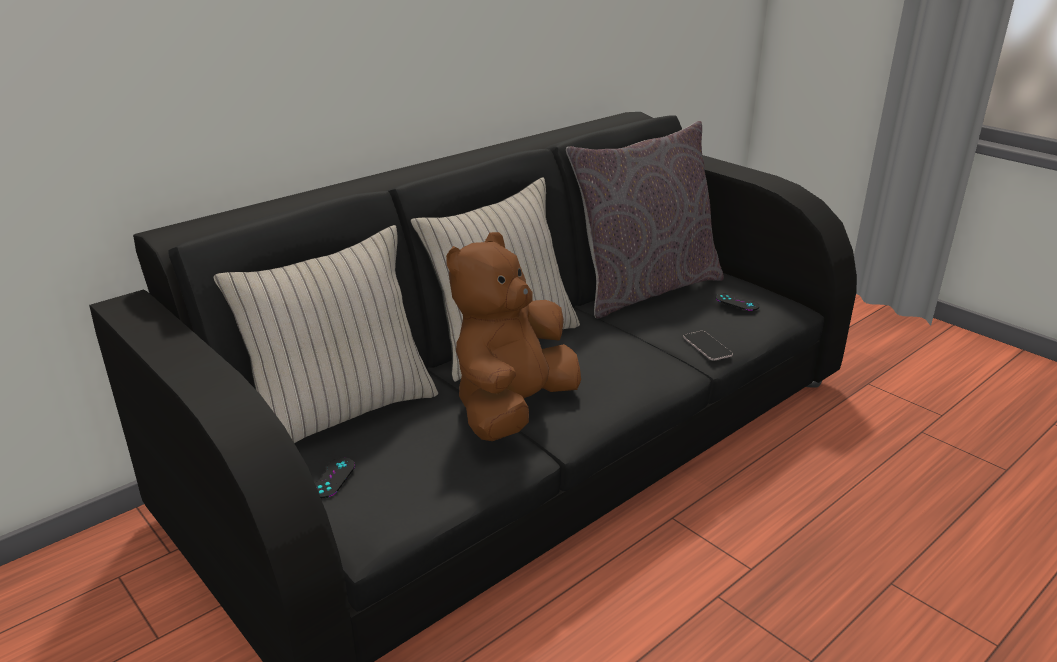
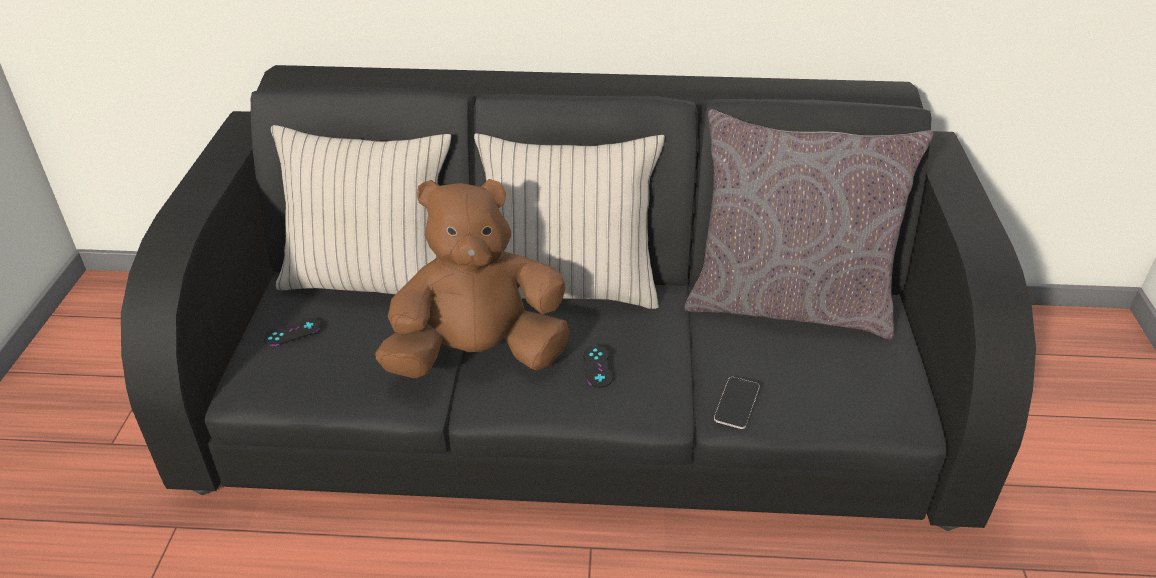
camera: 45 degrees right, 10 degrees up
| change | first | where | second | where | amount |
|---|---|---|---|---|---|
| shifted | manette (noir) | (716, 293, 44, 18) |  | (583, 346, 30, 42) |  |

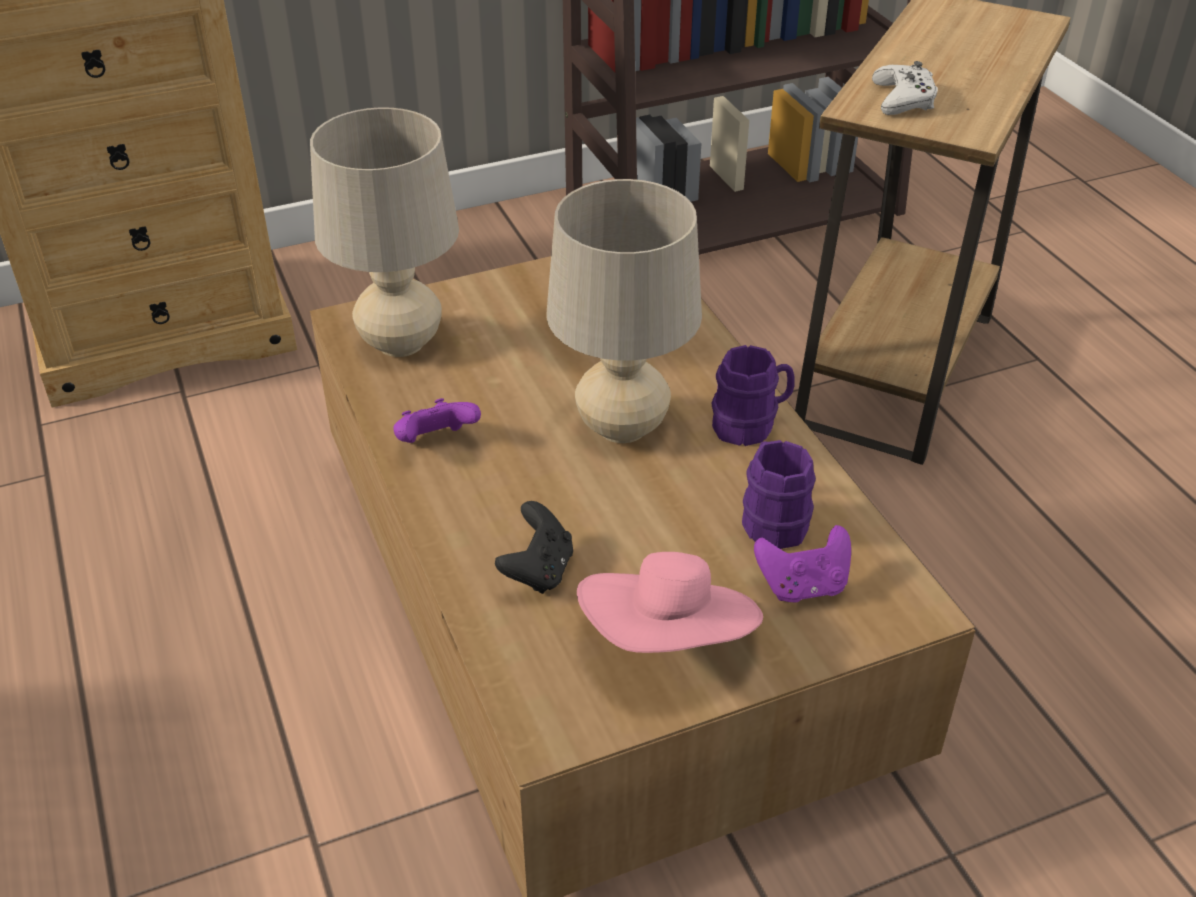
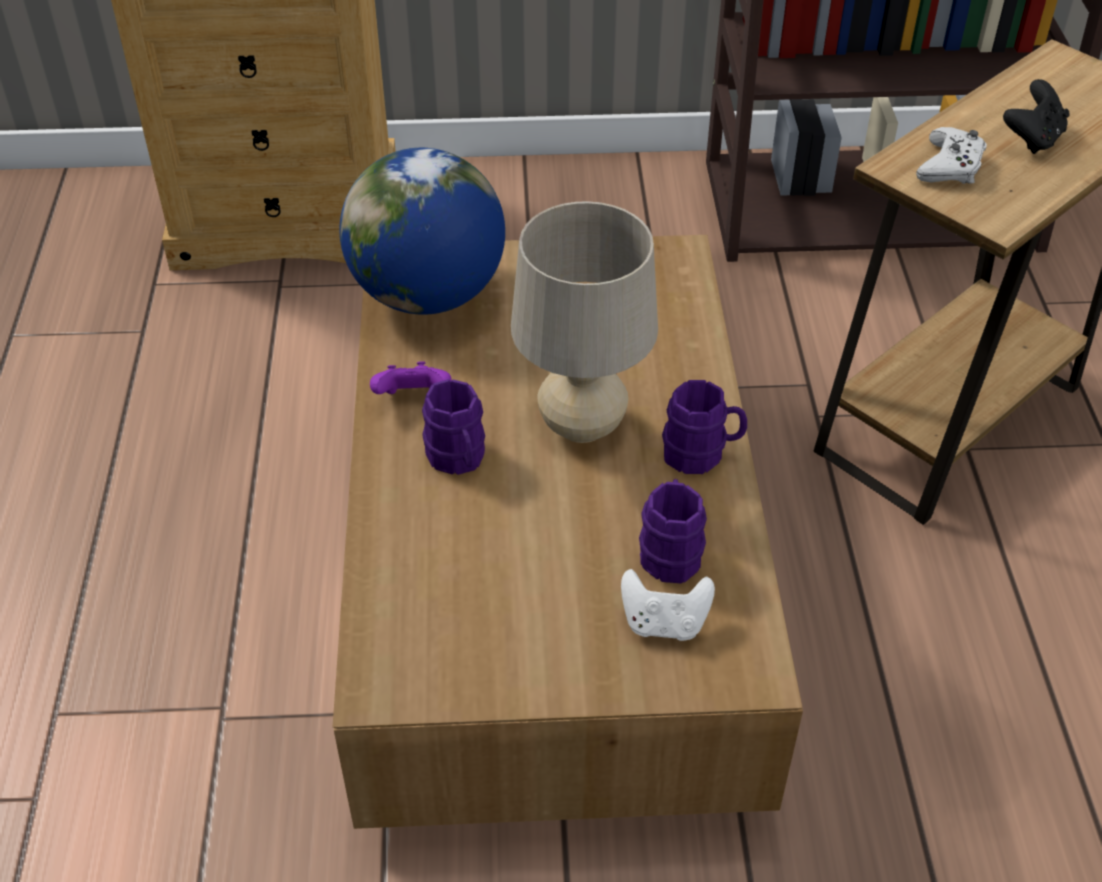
camera: 20 degrees right, 5 degrees up
| change | first | where | second | where | amount |
|---|---|---|---|---|---|
| swapped | lampe de table (beige) | (310, 107, 149, 250) | globe | (339, 148, 166, 167) |  |
| new |  |  | mug (violet) | (422, 379, 63, 96) |  |
| repainted | manette (violet) | (754, 525, 97, 77) | manette (blanc) | (621, 569, 94, 72) |  |
| shifted | manette (noir) | (495, 501, 78, 93) |  | (1003, 79, 67, 75) |  |
| gone | chapeau (rose) | (577, 552, 186, 101) |  |  |  |

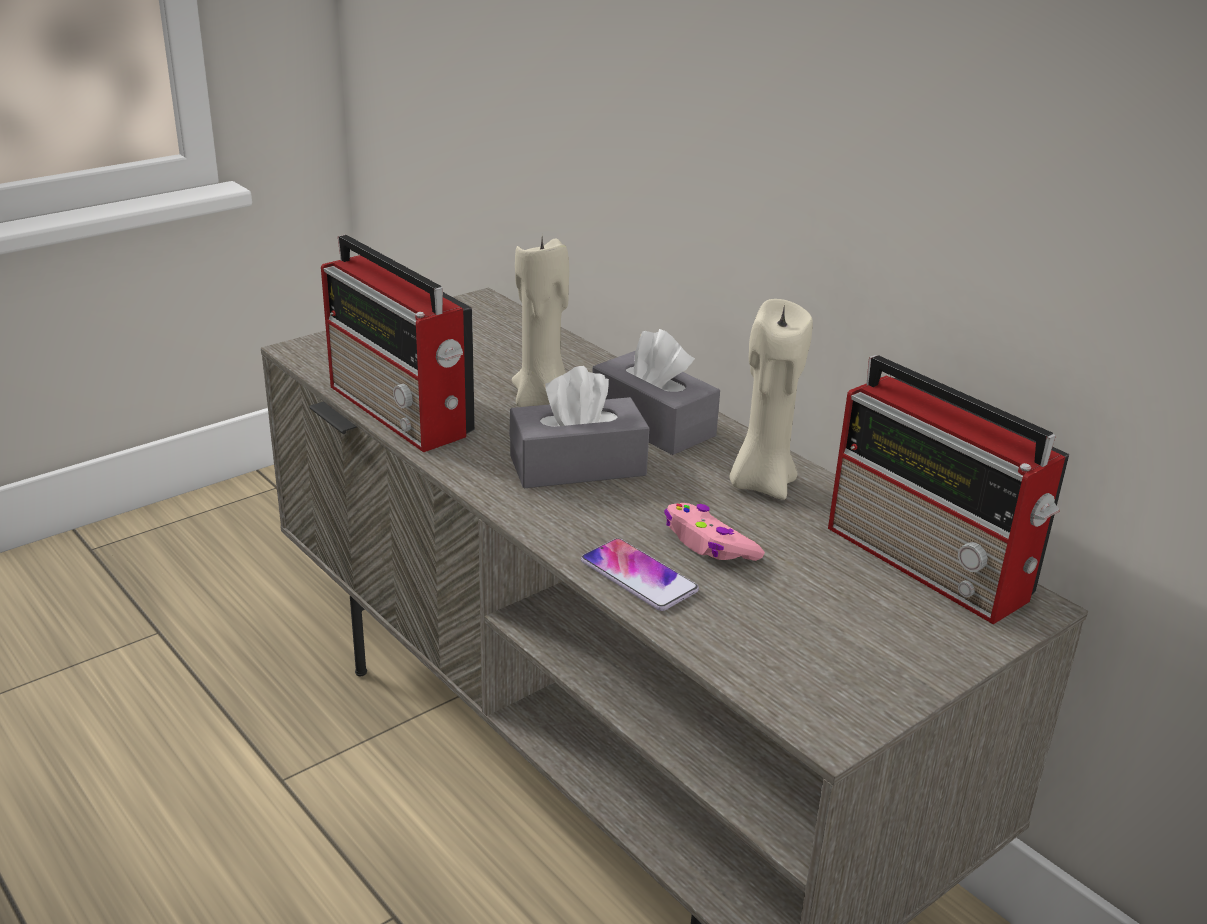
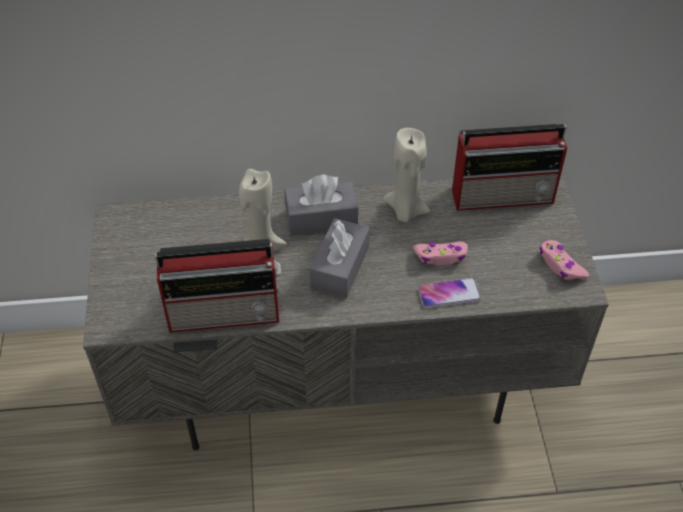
camera: 55 degrees left, 20 degrees up
| change | first | where | second | where | amount |
|---|---|---|---|---|---|
| new |  |  | manette (rose) | (540, 240, 49, 40) |  |

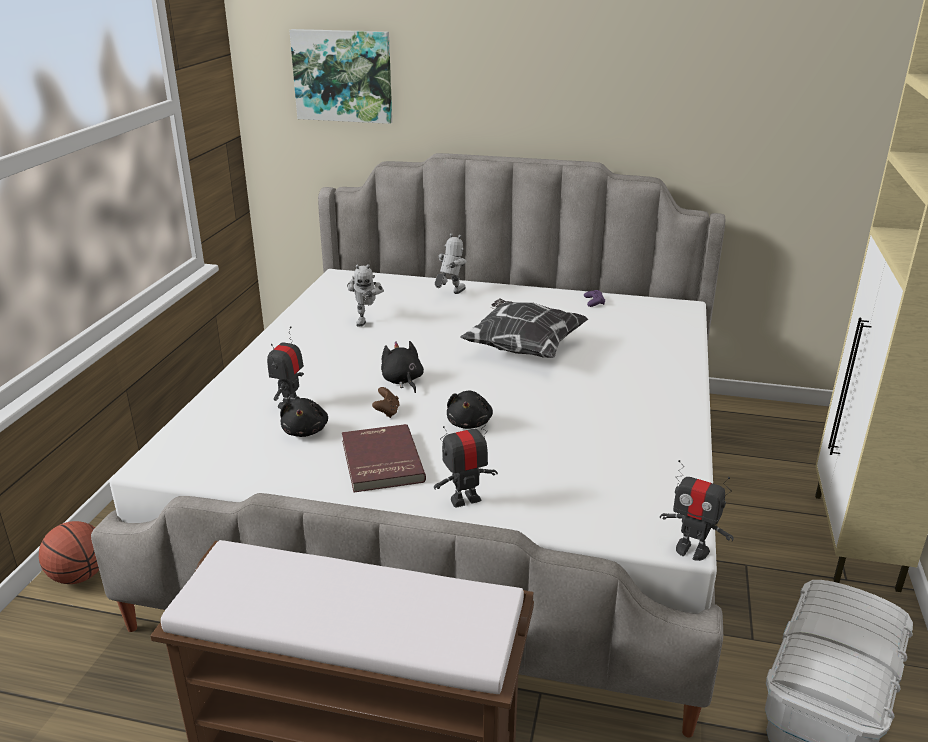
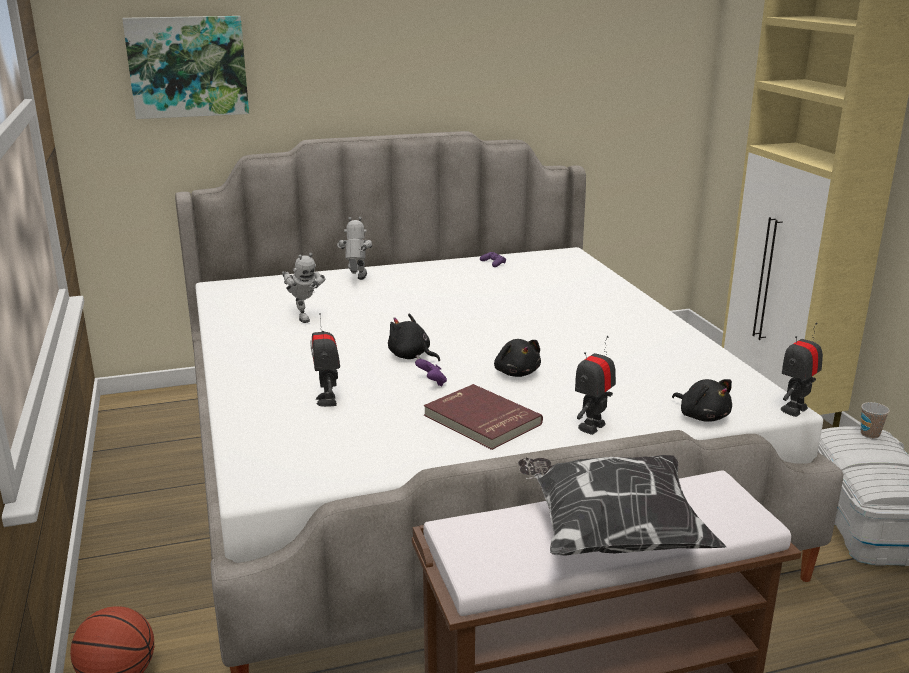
camera: 30 degrees left, 5 degrees down
| change | first | where | second | where | amount |
|---|---|---|---|---|---|
| repainted | manette (marron) | (372, 387, 28, 31) | manette (violet) | (415, 359, 32, 28) |  |
| shifted | coussin | (460, 298, 128, 60) |  | (518, 455, 208, 101) |  |
| shifted | peluche (noir) | (280, 398, 48, 39) |  | (672, 379, 60, 43) |  |
| rotated | robot jouet | (660, 460, 74, 101) |  | (781, 323, 42, 94) | 135 degrees clockwise |
| new |  |  | tasse | (861, 402, 29, 37) |  |

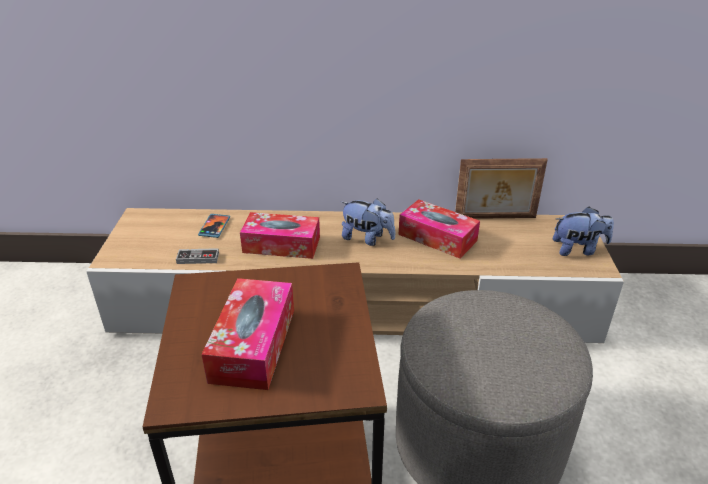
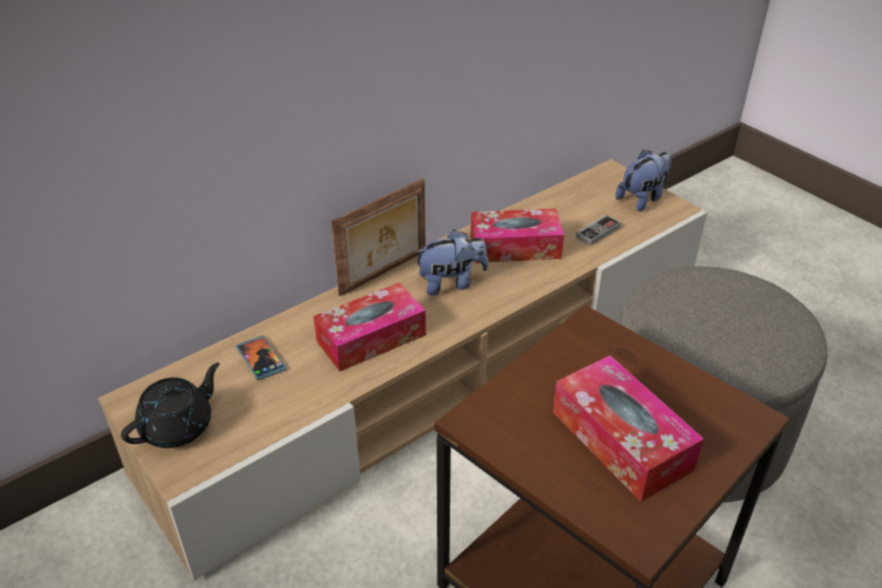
camera: 40 degrees left, 5 degrees up
| change | first | where | second | where | amount |
|---|---|---|---|---|---|
| new |  |  | théière (noir) | (121, 363, 99, 85) |  |
| shifted | cadre photo | (455, 158, 93, 61) |  | (331, 178, 94, 118) |  |
| shifted | manette | (176, 248, 43, 16) |  | (576, 214, 45, 32) |  |

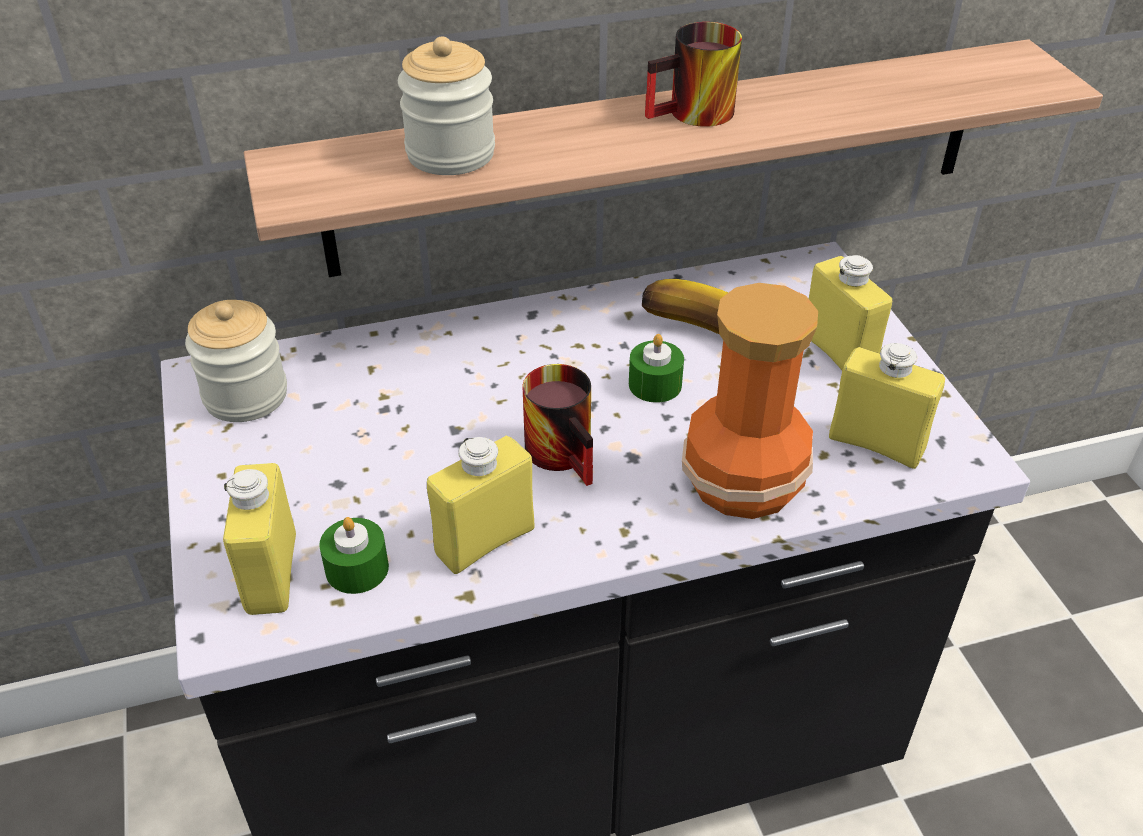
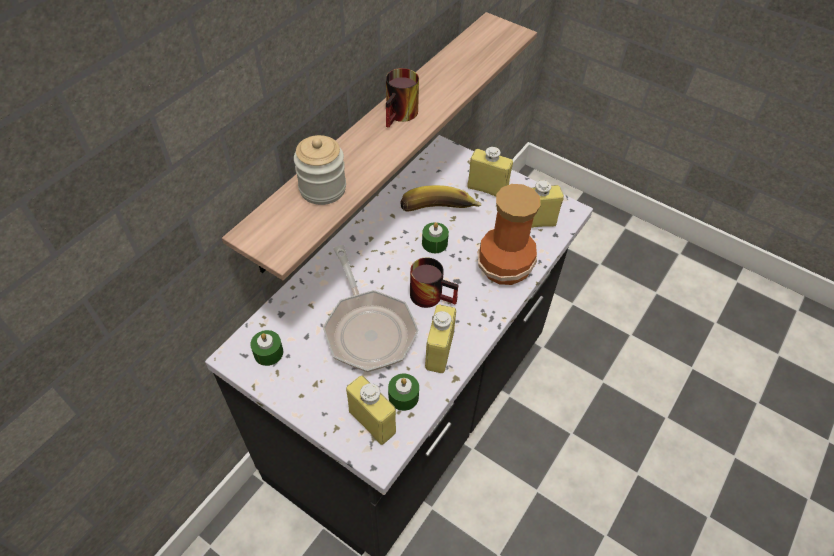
camera: 40 degrees left, 10 degrees up
| change | first | where | second | where | amount |
|---|---|---|---|---|---|
| swapped | bocal | (185, 300, 102, 122) | bougie (vert) | (250, 330, 33, 36) |  |
| new |  |  | poêle | (323, 245, 96, 127) |  |

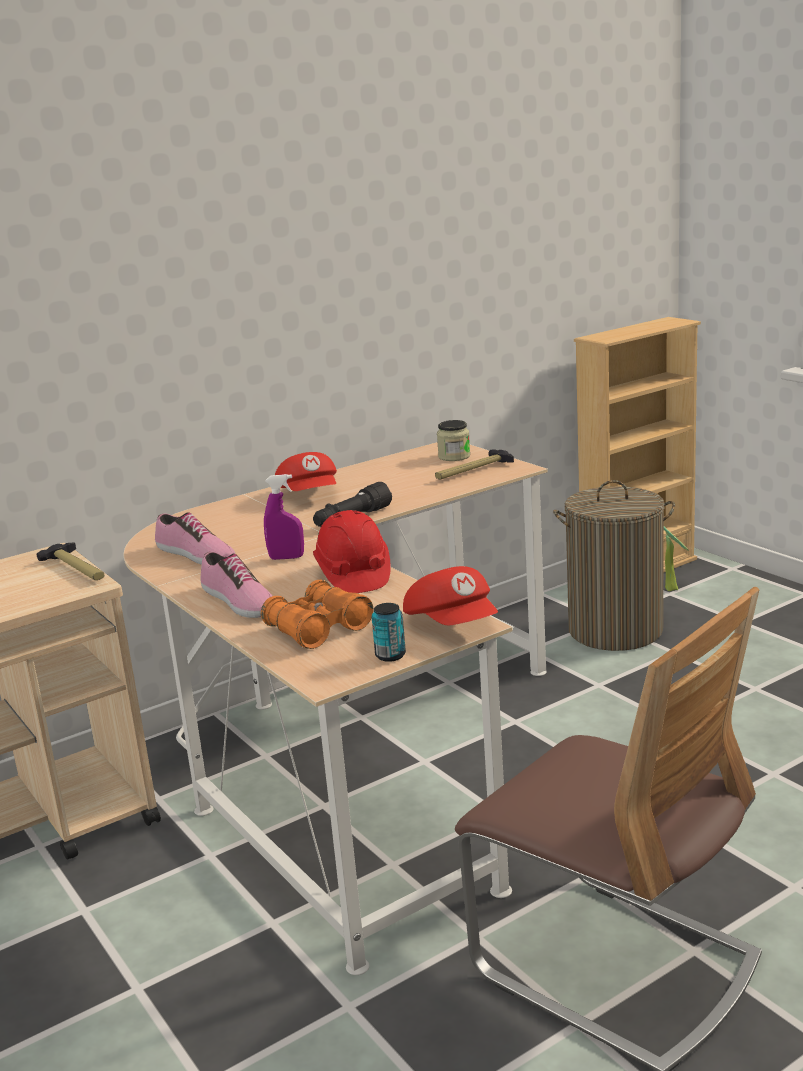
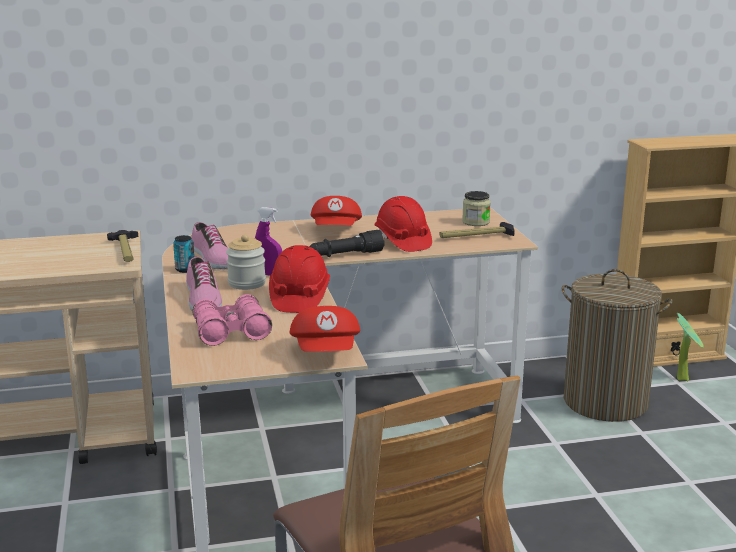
camera: 20 degrees right, 0 degrees up
| change | first | where | second | where | amount |
|---|---|---|---|---|---|
| shifted | boîte métallique | (372, 603, 34, 59) |  | (173, 235, 22, 38) |  |
| repainted | jumelles (orange) | (261, 580, 112, 69) | jumelles (rose) | (192, 294, 80, 52) |  |
| new |  |  | bocal | (226, 234, 40, 56) |  |
| new |  |  | casque de chantier (rouge) | (374, 196, 58, 56) |  |

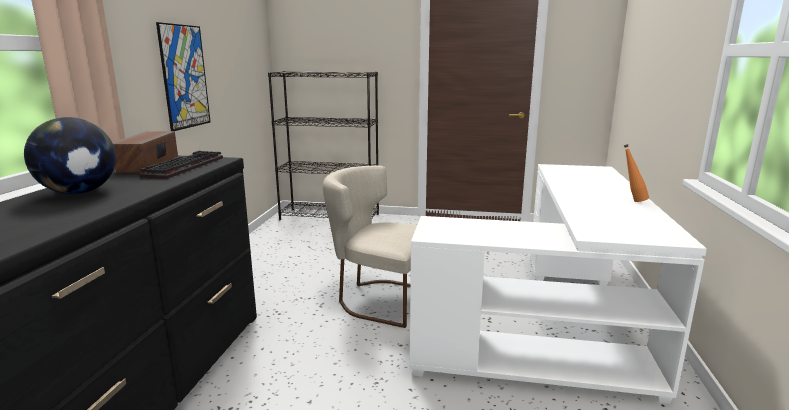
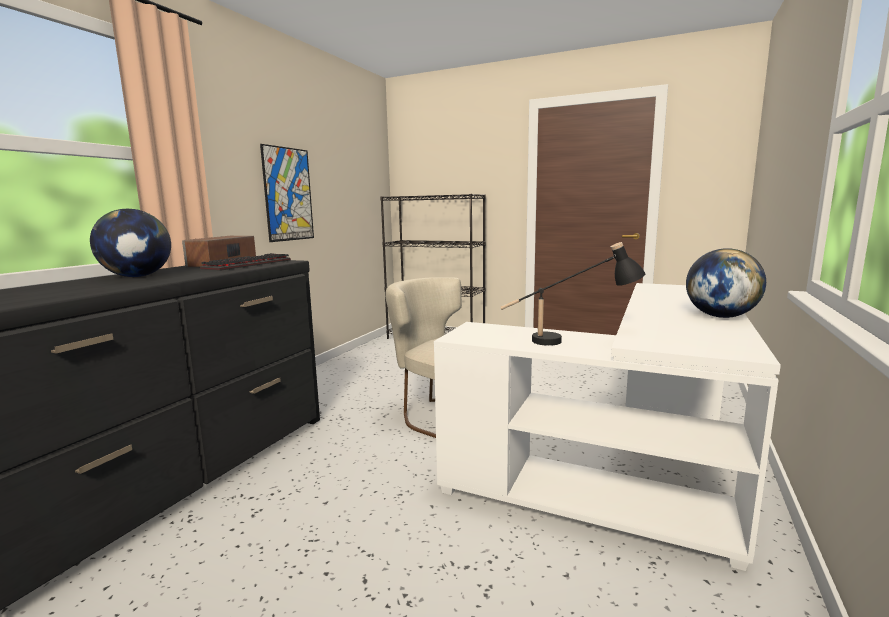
camera: 15 degrees right, 5 degrees down
| change | first | where | second | where | amount |
|---|---|---|---|---|---|
| new |  |  | lampe de table (noir) | (500, 242, 146, 104) |  |
| swapped | bouteille (orange) | (624, 144, 25, 58) | globe | (686, 248, 80, 70) |  |

